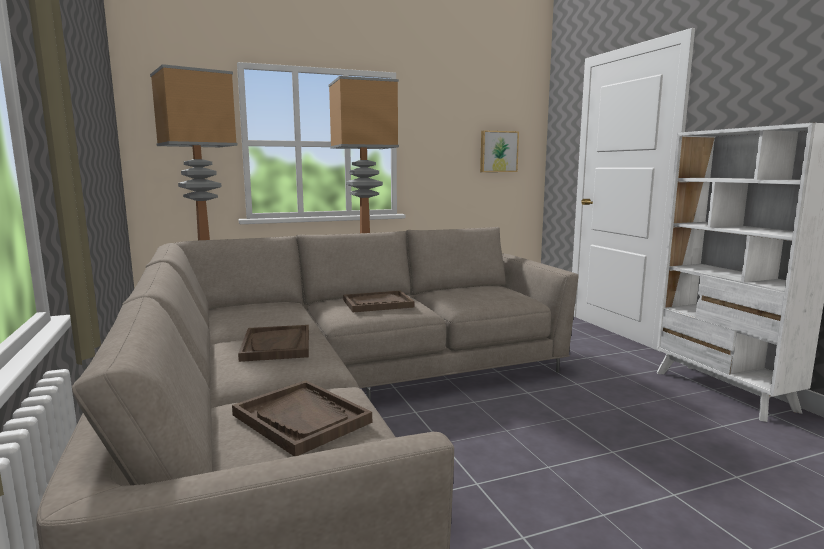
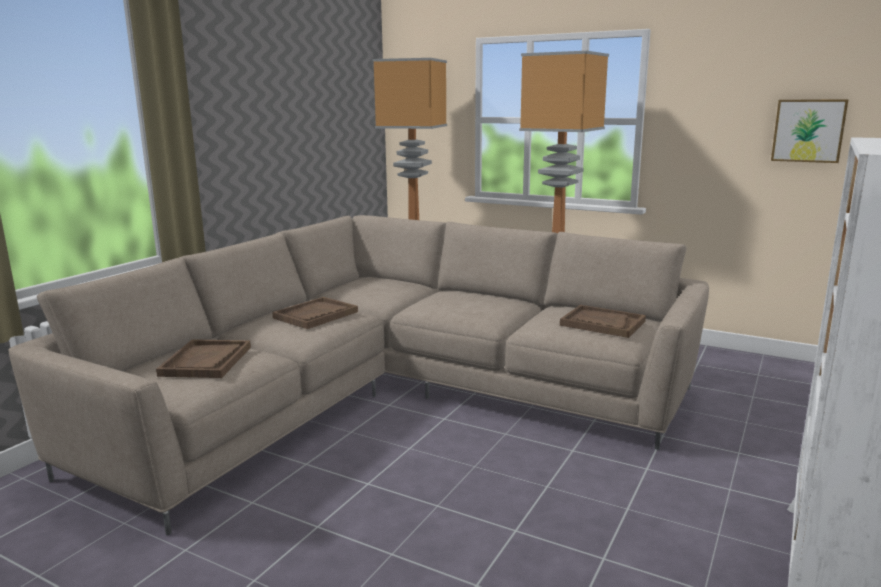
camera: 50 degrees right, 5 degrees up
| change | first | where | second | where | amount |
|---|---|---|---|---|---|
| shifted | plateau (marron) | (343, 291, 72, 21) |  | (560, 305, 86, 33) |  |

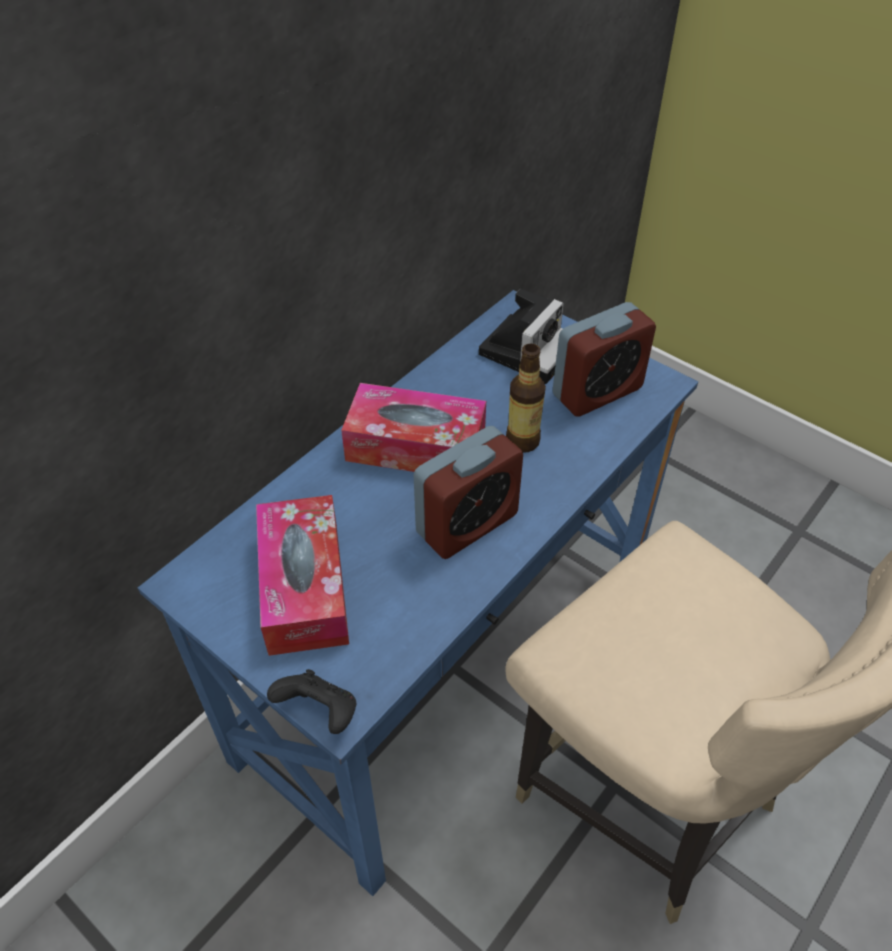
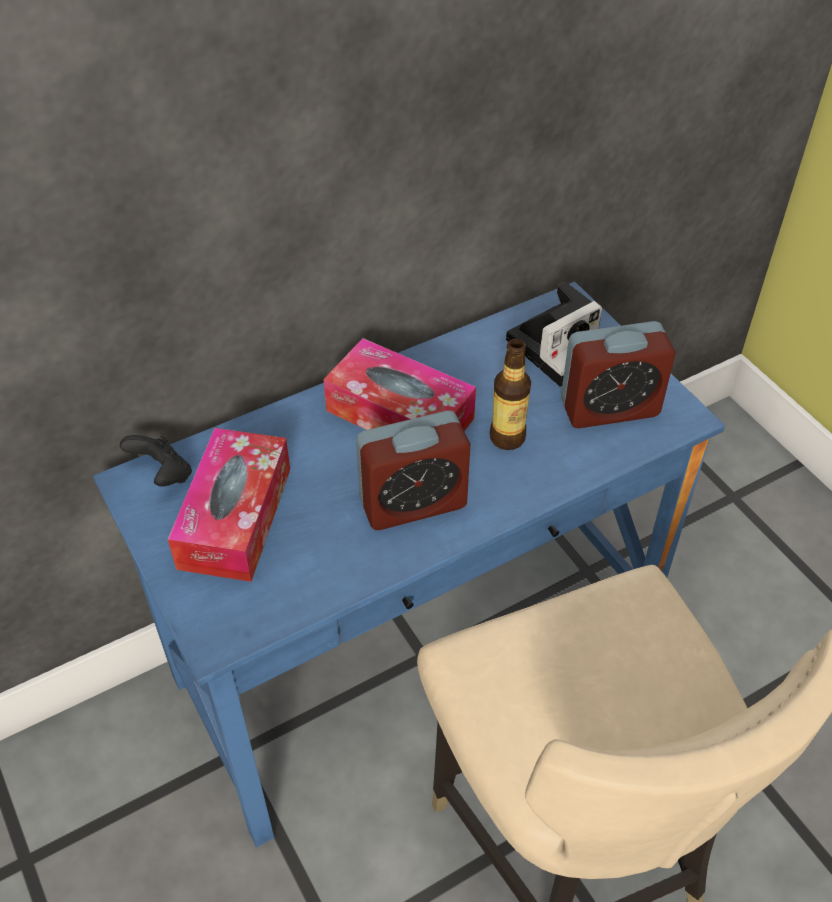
camera: 20 degrees right, 0 degrees up
| change | first | where | second | where | amount |
|---|---|---|---|---|---|
| shifted | manette (noir) | (267, 669, 89, 65) |  | (120, 435, 72, 51) |  |

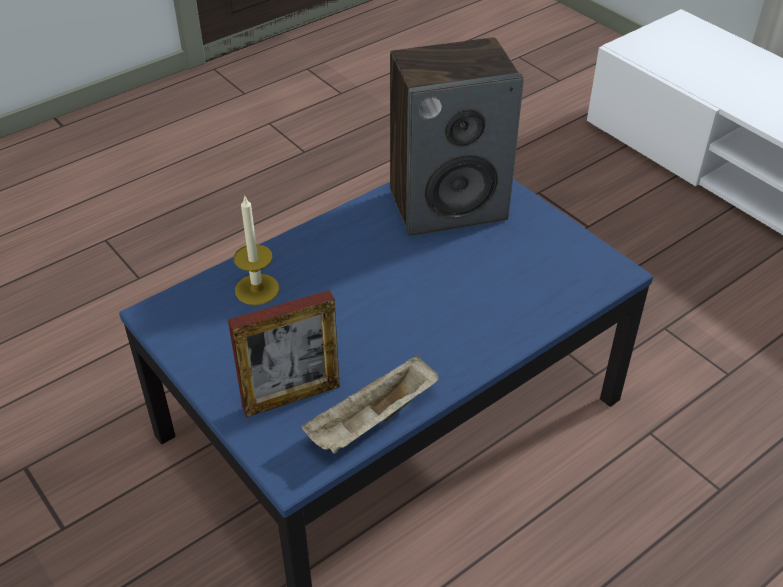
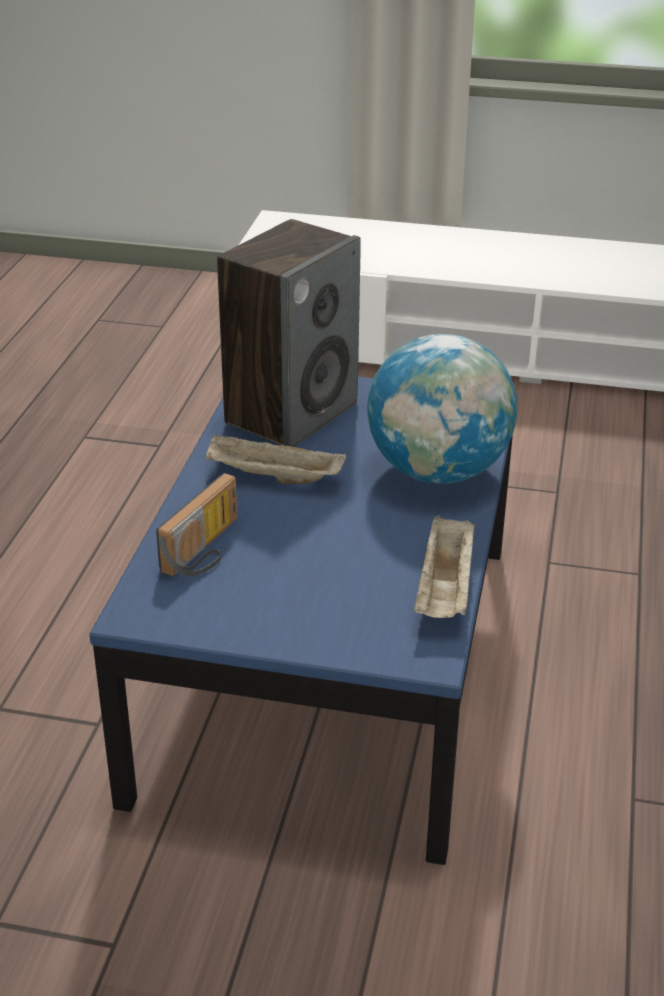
camera: 40 degrees left, 10 degrees down
| change | first | where | second | where | amount |
|---|---|---|---|---|---|
| swapped | bougie | (234, 197, 45, 108) | radio | (156, 473, 81, 103) |  |
| new |  |  | plateau (beige) | (206, 434, 140, 50) |  |
| new |  |  | globe | (367, 334, 150, 150) |  |
| gone | cadre photo | (228, 290, 112, 127) |  |  |  |

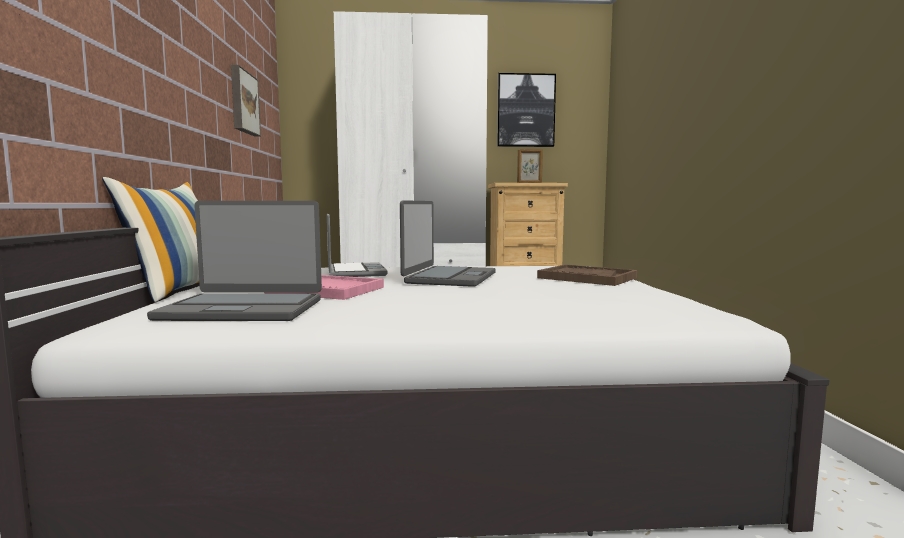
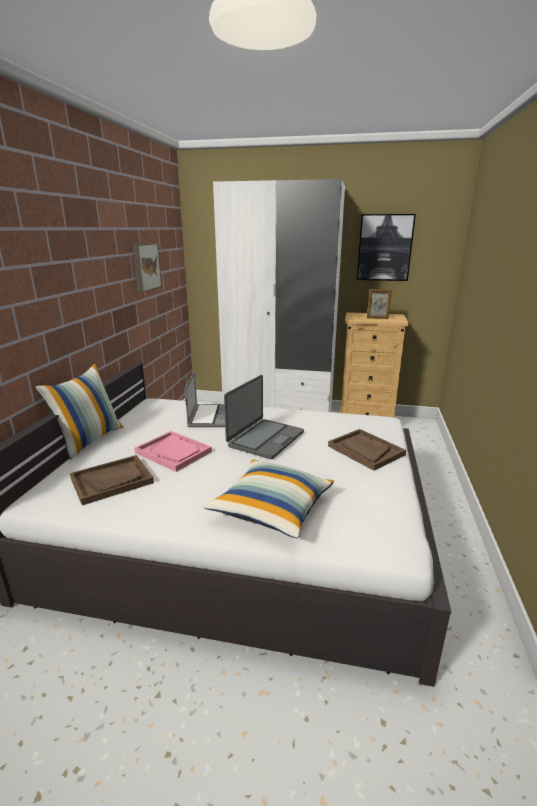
camera: 15 degrees right, 15 degrees up
| change | first | where | second | where | amount |
|---|---|---|---|---|---|
| swapped | ordinateur portable | (147, 201, 175, 120) | plateau (marron) | (70, 455, 84, 50) |  |
| new |  |  | coussin | (203, 460, 131, 78) |  |

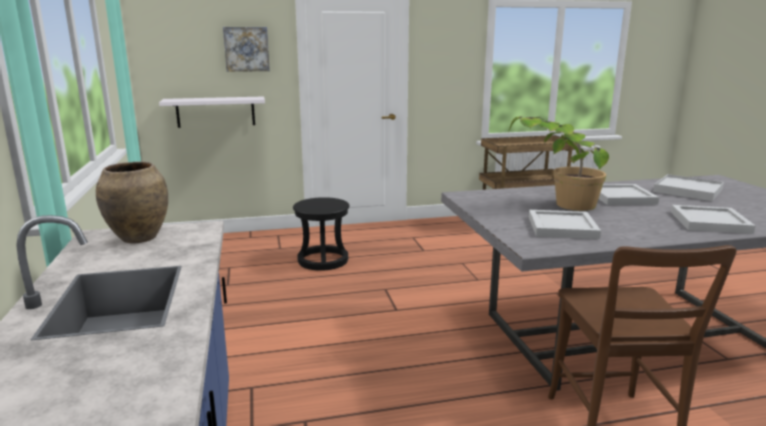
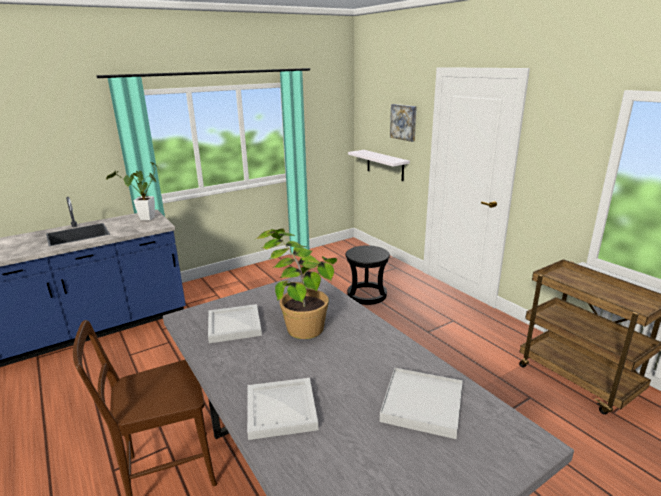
camera: 70 degrees right, 5 degrees up
| change | first | where | second | where | amount |
|---|---|---|---|---|---|
| swapped | vase (marron) | (96, 161, 72, 82) | plante en pot | (106, 162, 52, 58) |  |
| gone | plateau (blanc) | (599, 184, 60, 21) |  |  |  |

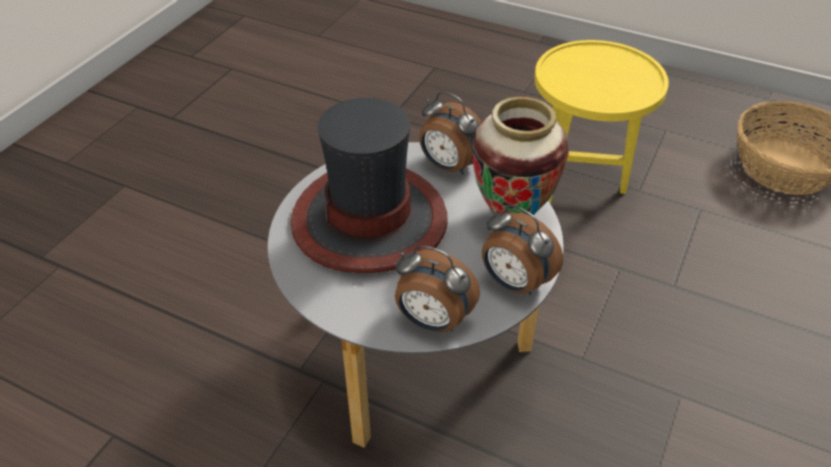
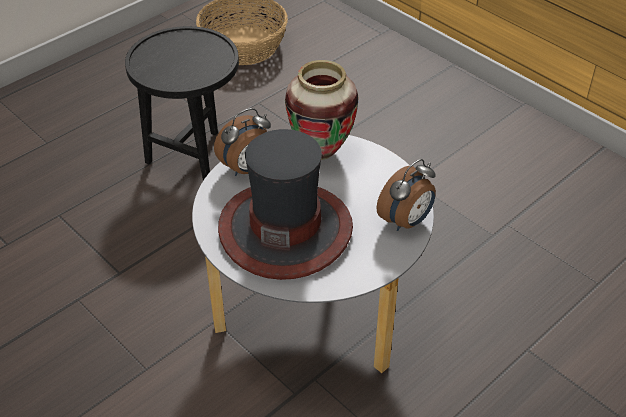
camera: 70 degrees left, 0 degrees up
| change | first | where | second | where | amount |
|---|---|---|---|---|---|
| repainted | table d'appoint (jaune) | (534, 40, 135, 164) | table d'appoint (noir) | (125, 26, 114, 154) |  |
| gone | réveil | (482, 205, 81, 90) |  |  |  |

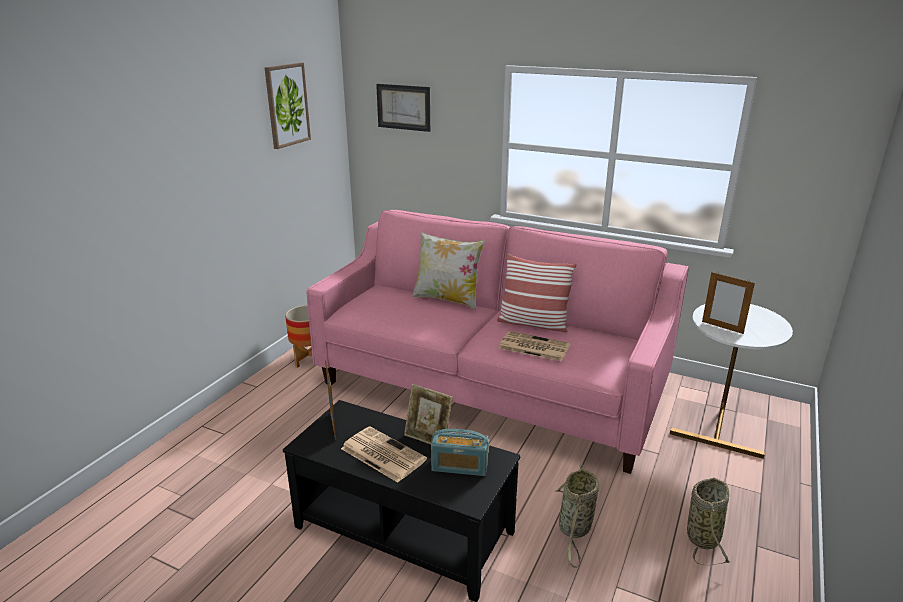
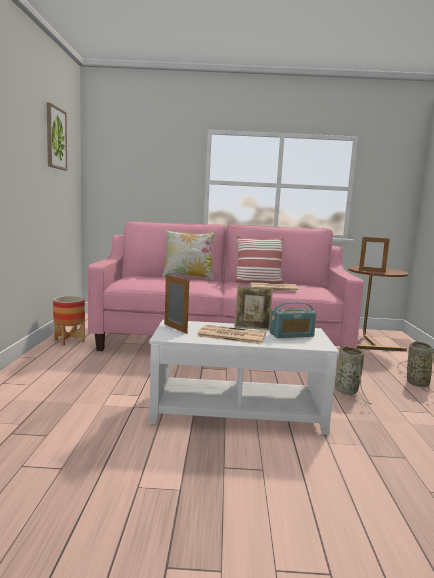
camera: 25 degrees left, 15 degrees down
| change | first | where | second | where | amount |
|---|---|---|---|---|---|
| repainted | table basse (noir) | (283, 400, 238, 202) | table basse (blanc) | (149, 320, 190, 115) |  |
| repainted | table d'appoint (blanc) | (670, 304, 123, 155) | table d'appoint (marron) | (348, 266, 60, 85) |  |
| gone | tableau | (376, 84, 54, 48) |  |  |  |

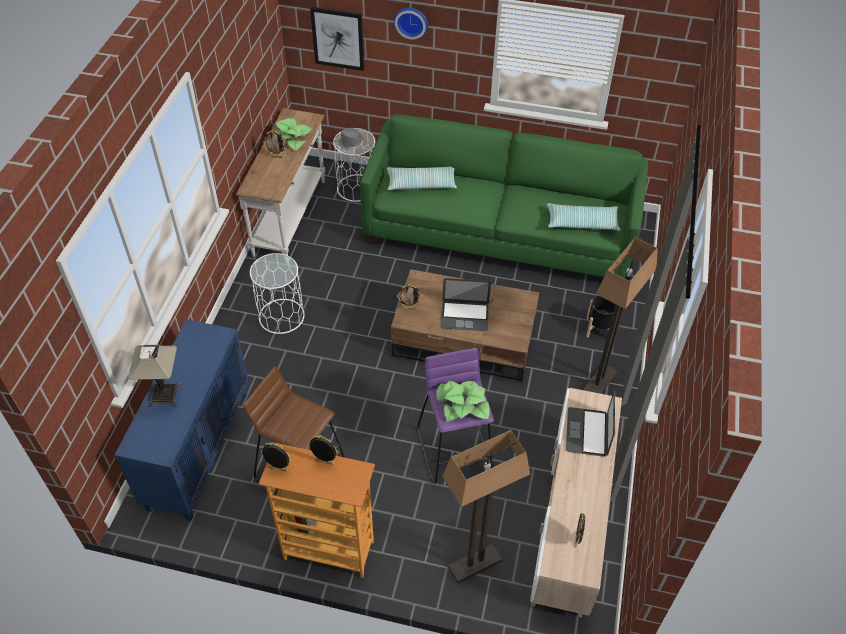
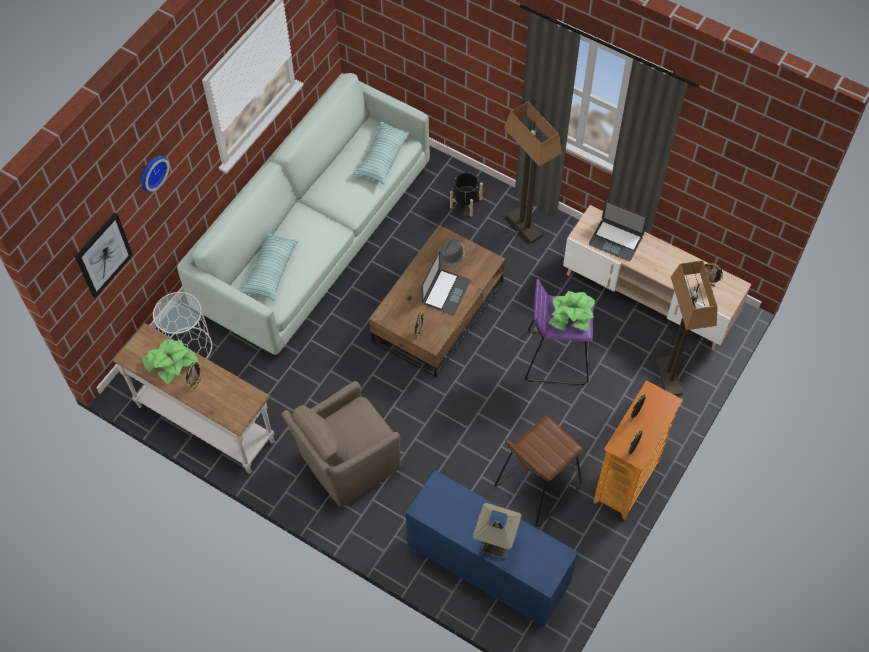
camera: 70 degrees left, 10 degrees up
| change | first | where | second | where | amount |
|---|---|---|---|---|---|
| repainted | canapé (vert) | (360, 114, 288, 164) | canapé (blanc) | (177, 73, 253, 283) |  |
| swapped | table d'appoint (blanc) | (250, 253, 55, 81) | fauteuil (marron) | (282, 381, 119, 126) |  |
| shifted | chapeau (gris) | (339, 128, 26, 21) |  | (437, 239, 28, 28) |  |

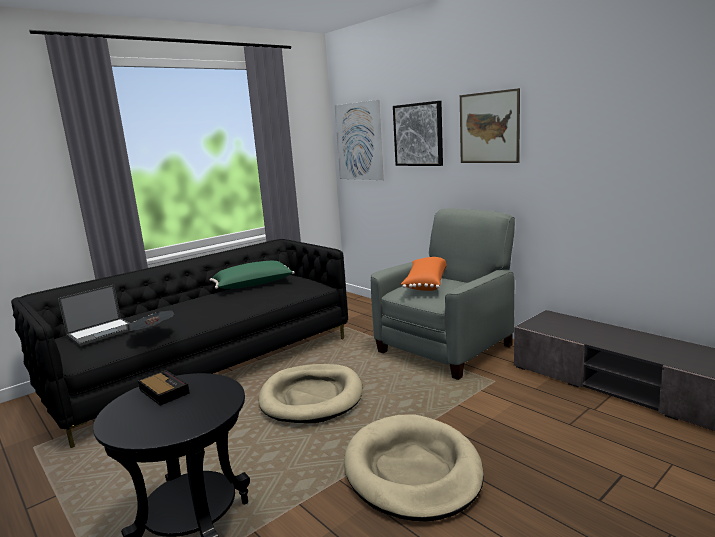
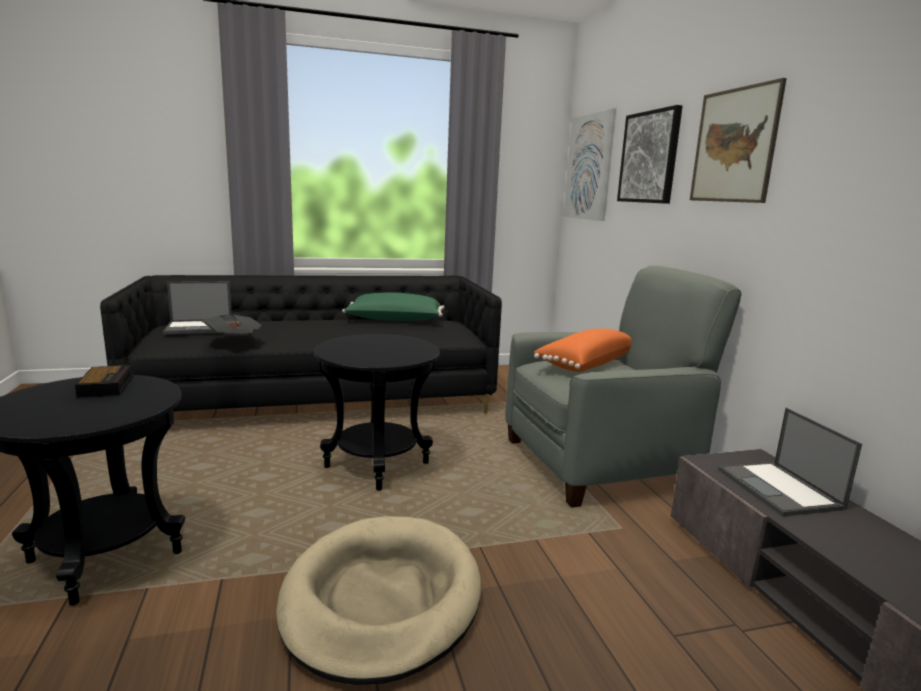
camera: 25 degrees right, 0 degrees up
| change | first | where | second | where | amount |
|---|---|---|---|---|---|
| swapped | panier pour chien (beige) | (259, 364, 103, 59) | table d'appoint (noir) | (314, 334, 126, 157) |  |
| new |  |  | ordinateur portable | (718, 408, 144, 108) |  |

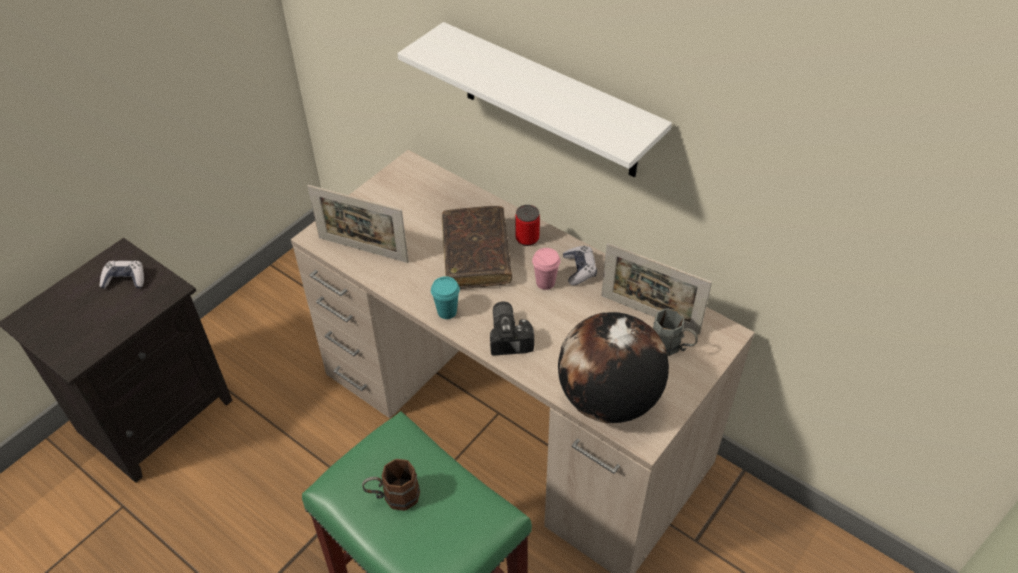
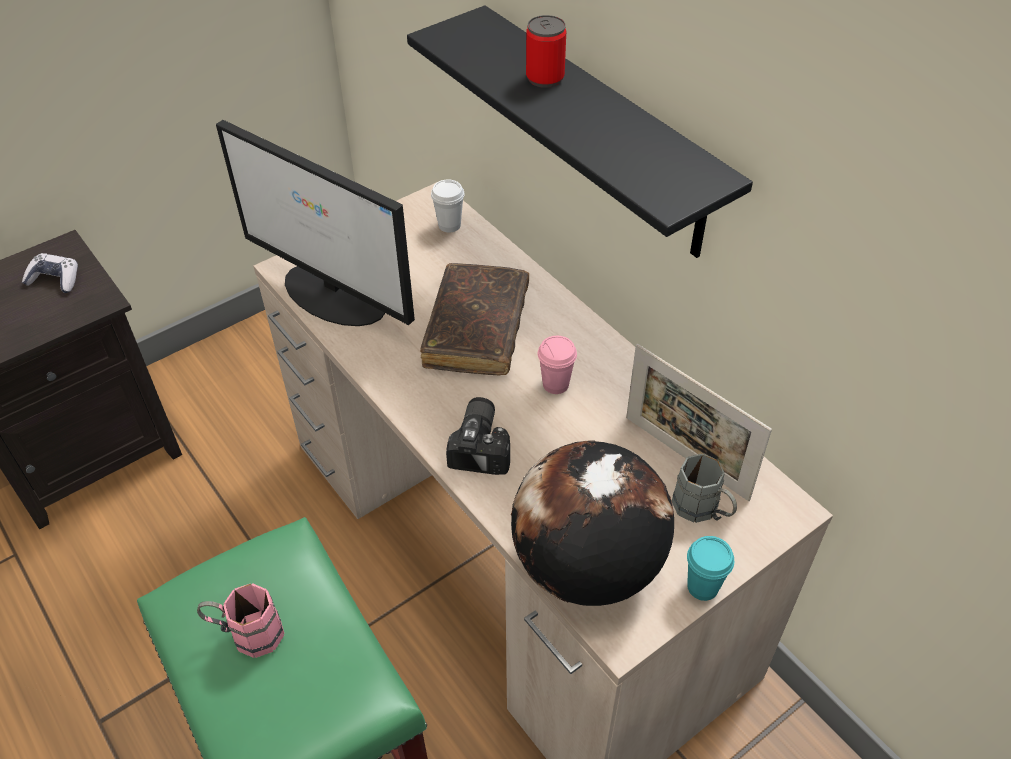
camera: 15 degrees right, 0 degrees up
| change | first | where | second | where | amount |
|---|---|---|---|---|---|
| repainted | mug (marron) | (362, 459, 58, 52) | mug (rose) | (197, 583, 88, 75) |  |
| swapped | cadre photo | (307, 185, 102, 78) | écran d'ordinateur | (216, 120, 199, 206) |  |
| repainted | étagère (blanc) | (397, 22, 275, 155) | étagère (noir) | (407, 5, 346, 253) |  |
| new |  |  | tasse (blanc) | (431, 179, 34, 53) |  |
| shifted | boîte métallique | (515, 205, 25, 41) |  | (526, 15, 40, 73) |  |
| shifted | tasse (turquoise) | (431, 276, 29, 43) |  | (687, 536, 47, 65) |  |
| gone | manette | (563, 246, 34, 39) |  |  |  |

